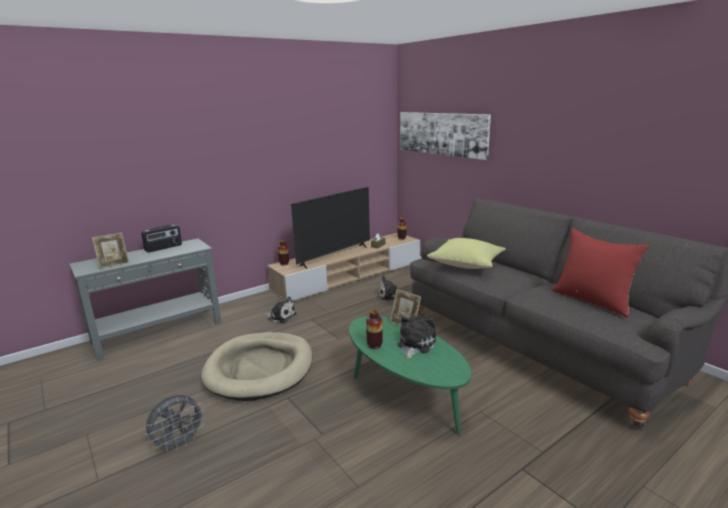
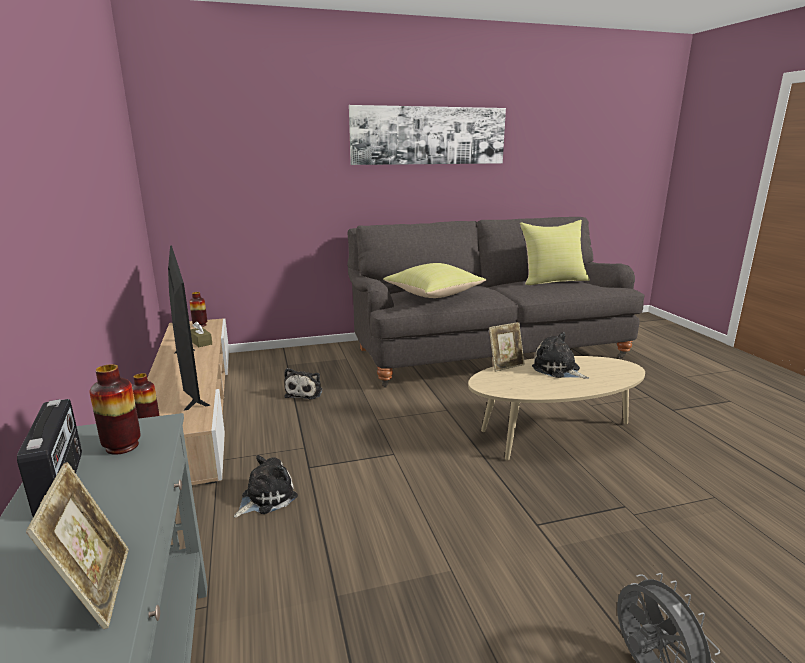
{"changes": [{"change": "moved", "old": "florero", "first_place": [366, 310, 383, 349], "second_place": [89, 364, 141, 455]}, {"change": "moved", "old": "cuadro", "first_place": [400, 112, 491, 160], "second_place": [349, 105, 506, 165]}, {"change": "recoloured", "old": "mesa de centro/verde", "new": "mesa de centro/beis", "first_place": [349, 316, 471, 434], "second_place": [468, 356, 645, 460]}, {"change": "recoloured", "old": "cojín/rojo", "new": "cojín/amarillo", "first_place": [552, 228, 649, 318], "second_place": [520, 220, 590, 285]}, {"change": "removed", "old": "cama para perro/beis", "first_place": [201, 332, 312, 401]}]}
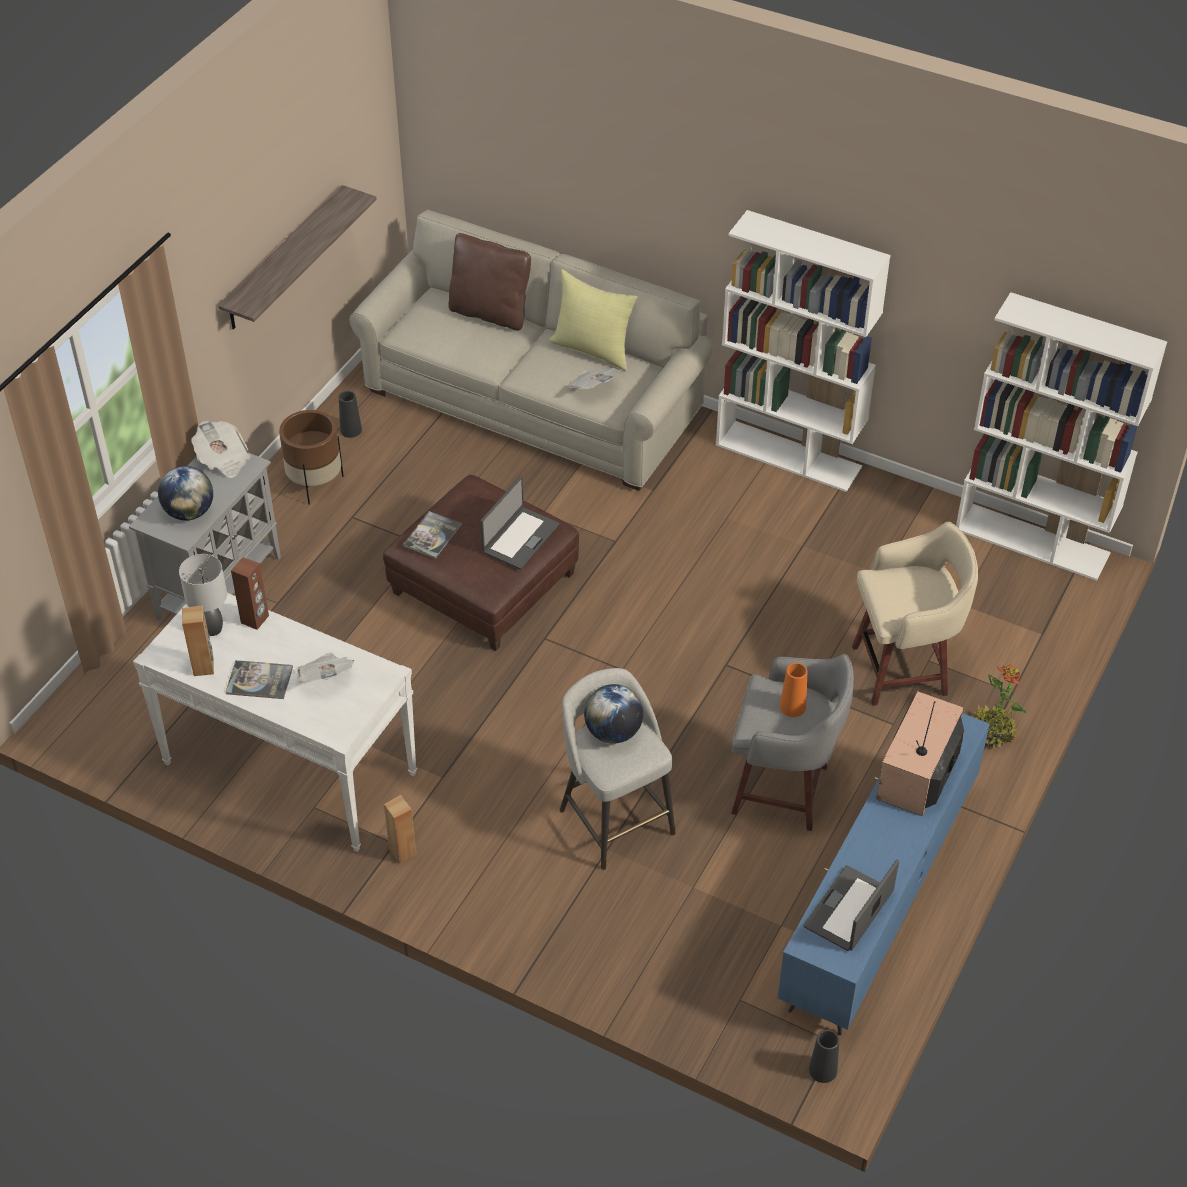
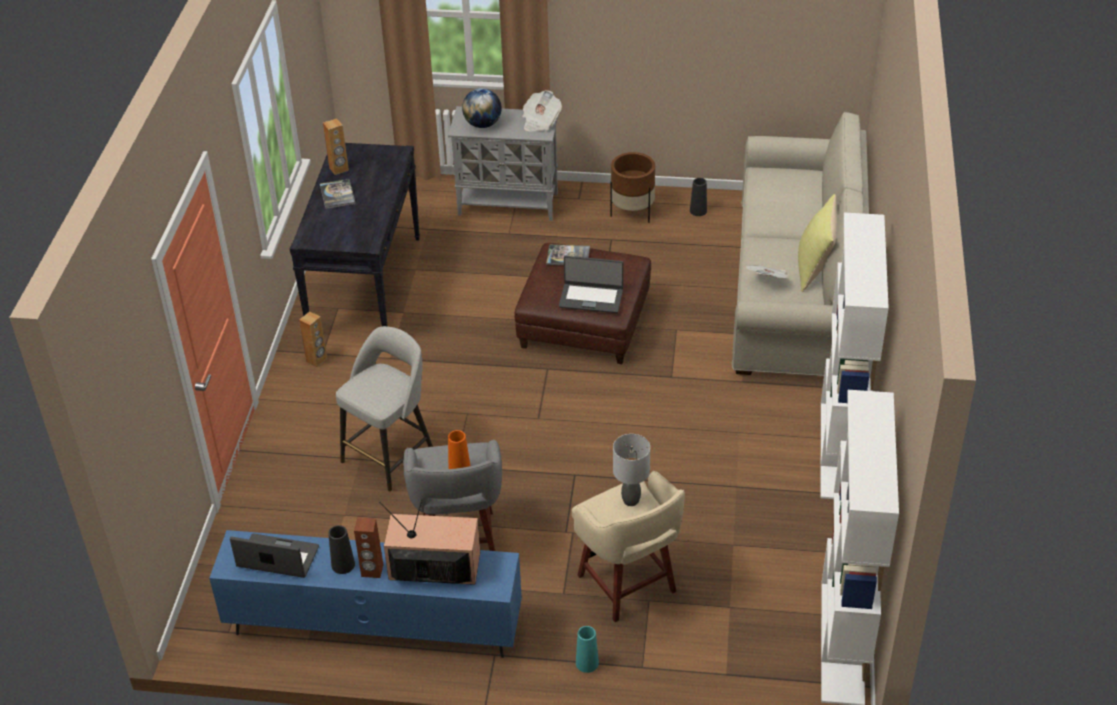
{"changes": [{"change": "recoloured", "old": "mesa consola/blanco", "new": "mesa consola/negro", "first_place": [133, 582, 417, 852], "second_place": [290, 143, 420, 326]}, {"change": "moved", "old": "florero/negro", "first_place": [809, 1030, 839, 1083], "second_place": [328, 525, 355, 574]}, {"change": "moved", "old": "altavoz/marrón", "first_place": [231, 557, 269, 630], "second_place": [354, 517, 383, 578]}, {"change": "replaced", "old": "planta en maceta", "new": "florero/turquesa", "first_place": [974, 664, 1027, 747], "second_place": [576, 626, 599, 673]}, {"change": "moved", "old": "lámpara de mesa/gris", "first_place": [179, 554, 227, 636], "second_place": [613, 434, 650, 506]}, {"change": "removed", "old": "estante", "first_place": [218, 185, 377, 330]}, {"change": "removed", "old": "periódico", "first_place": [296, 653, 354, 682]}, {"change": "removed", "old": "cojín/marrón", "first_place": [449, 233, 531, 330]}, {"change": "removed", "old": "globo terráqueo", "first_place": [584, 684, 643, 744]}]}
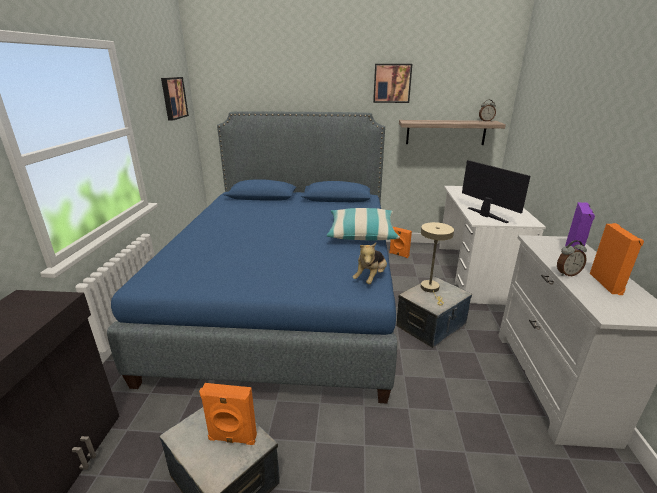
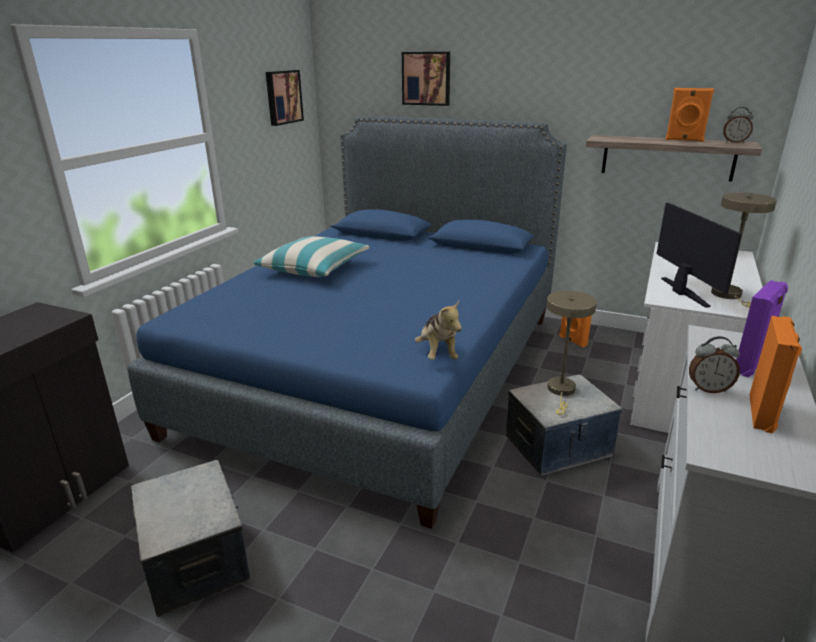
{"changes": [{"change": "moved", "old": "cojín", "first_place": [327, 208, 400, 241], "second_place": [254, 236, 369, 277]}, {"change": "moved", "old": "cuadro", "first_place": [373, 64, 412, 103], "second_place": [402, 52, 450, 106]}, {"change": "turned", "old": "peluche", "first_place": [352, 243, 387, 284], "second_place": [415, 301, 462, 360], "degrees": -60}, {"change": "moved", "old": "altavoz/naranja", "first_place": [199, 383, 257, 445], "second_place": [665, 88, 714, 142]}, {"change": "added", "new": "lámpara de mesa/beis", "second_place": [711, 192, 777, 308]}]}
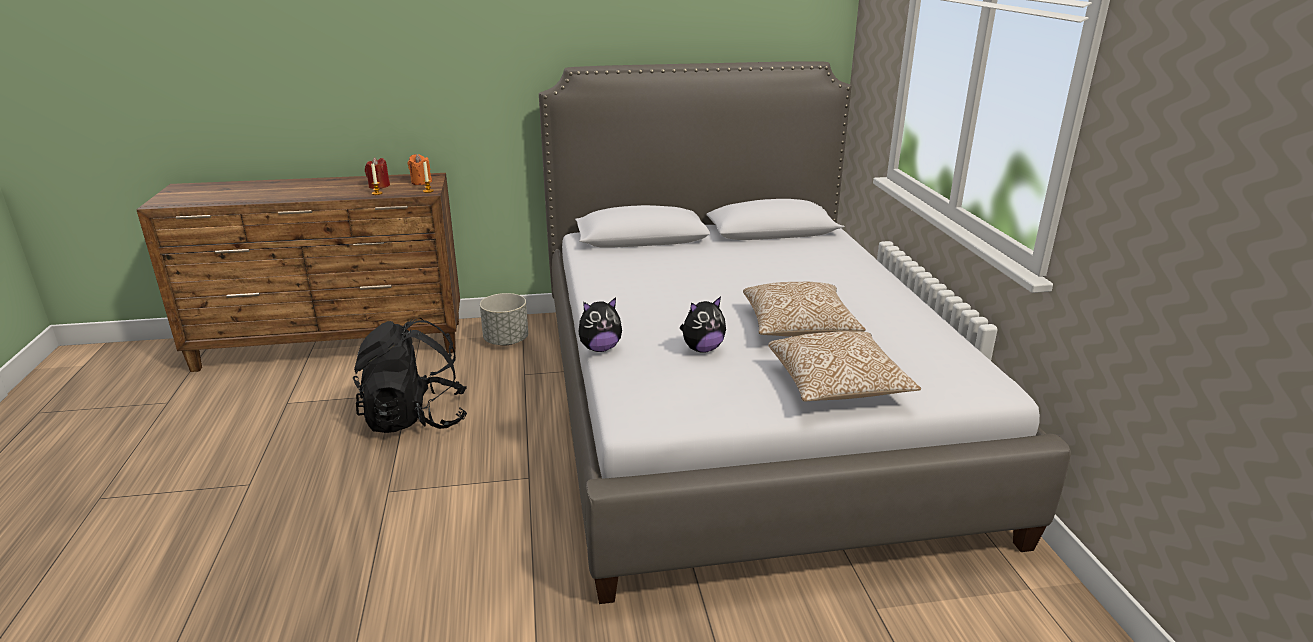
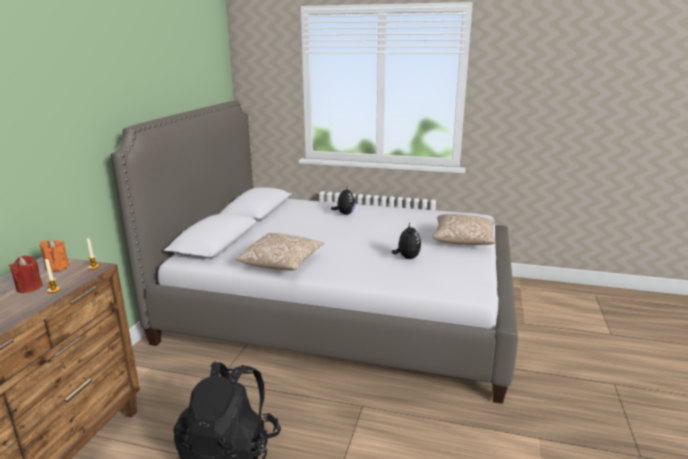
{"changes": [{"change": "moved", "old": "cojín", "first_place": [743, 282, 866, 337], "second_place": [236, 233, 324, 271]}, {"change": "moved", "old": "peluche", "first_place": [579, 297, 622, 352], "second_place": [331, 188, 355, 215]}, {"change": "removed", "old": "maceta/gris", "first_place": [480, 293, 528, 346]}]}
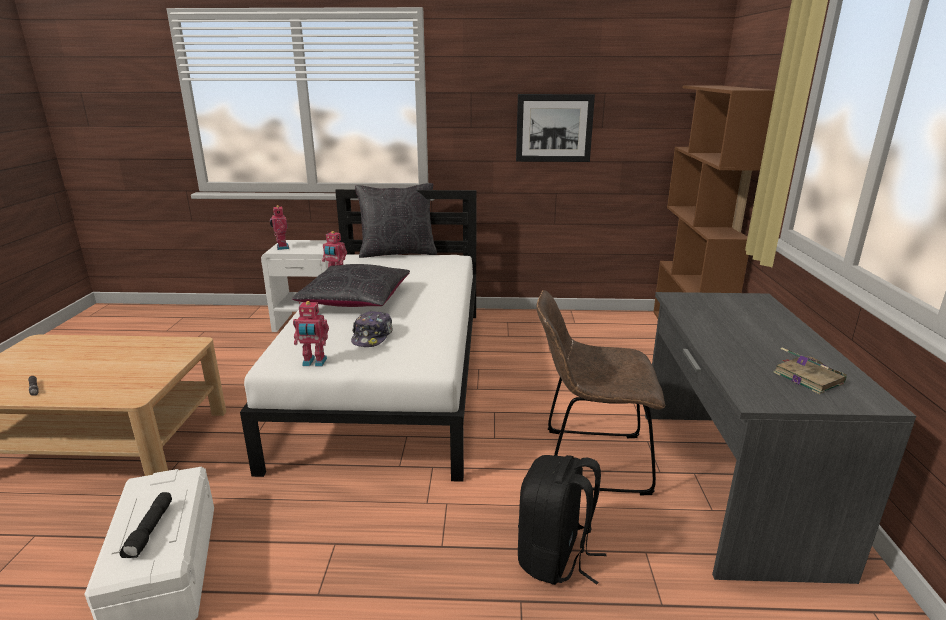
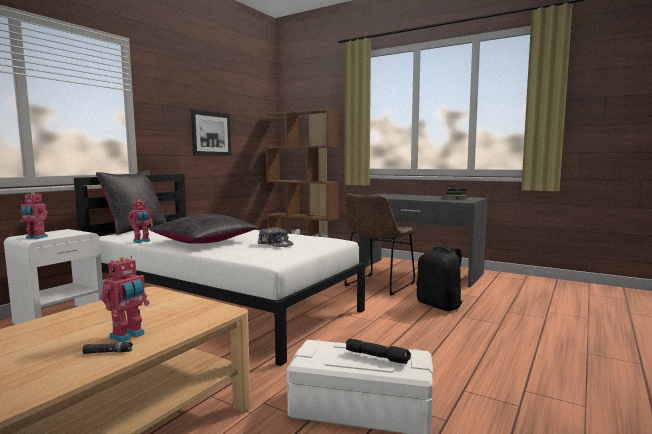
{"changes": [{"change": "moved", "old": "robot de juguete", "first_place": [293, 301, 329, 367], "second_place": [101, 256, 150, 342]}]}
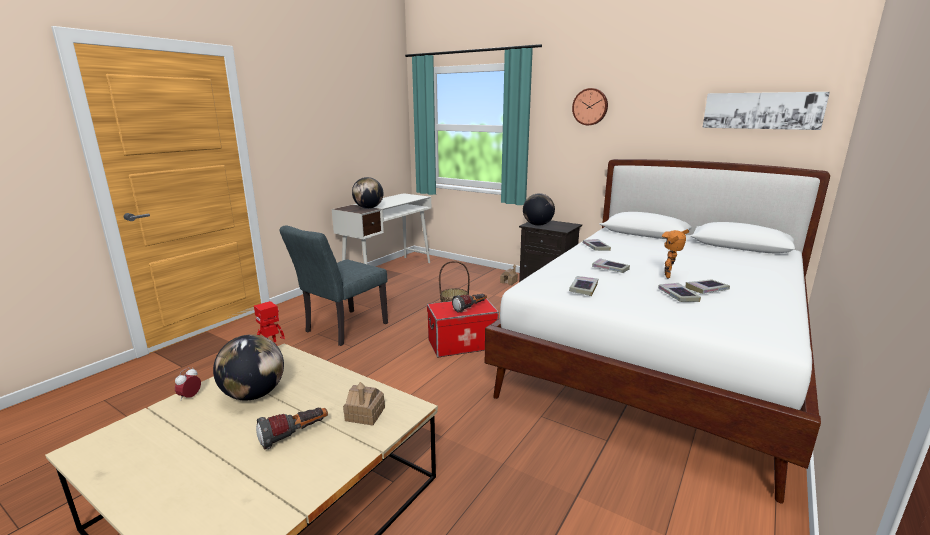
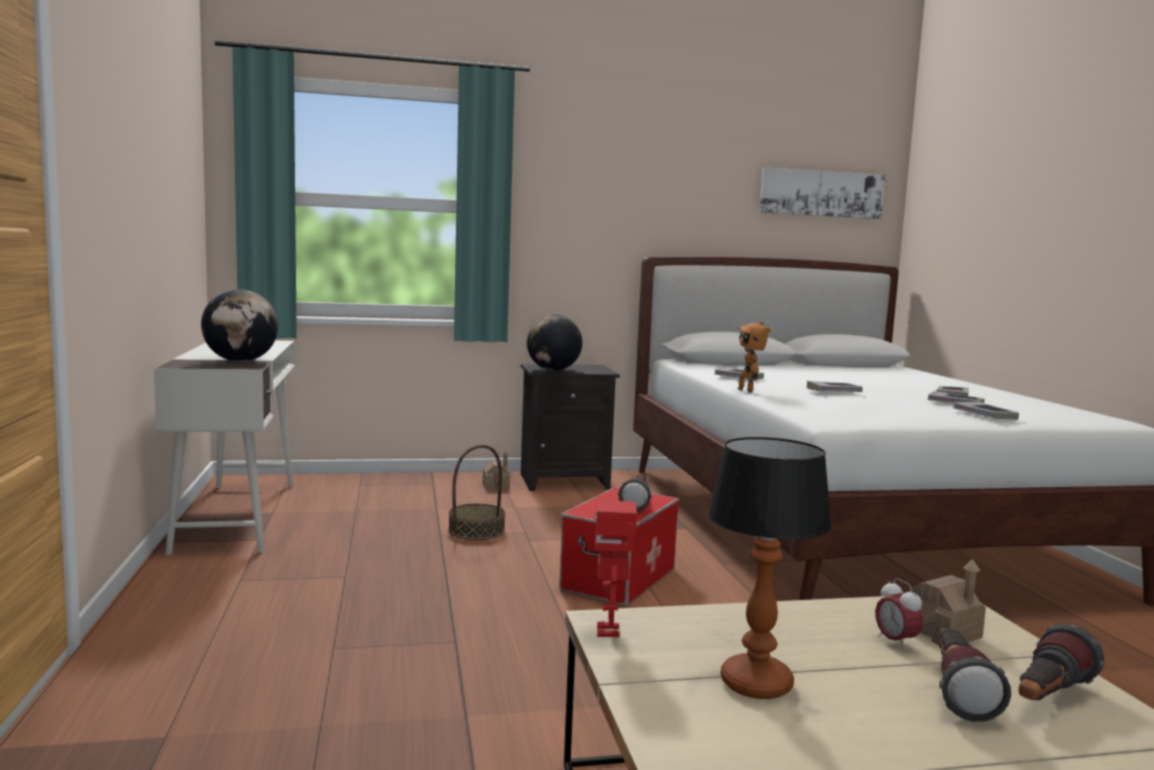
{"changes": [{"change": "replaced", "old": "globo terráqueo", "new": "lámpara de mesa", "first_place": [213, 334, 284, 401], "second_place": [708, 437, 832, 699]}, {"change": "moved", "old": "robot de juguete", "first_place": [661, 229, 689, 279], "second_place": [737, 322, 771, 392]}, {"change": "moved", "old": "despertador", "first_place": [175, 367, 201, 401], "second_place": [875, 578, 923, 650]}, {"change": "moved", "old": "libro", "first_place": [569, 276, 598, 296], "second_place": [954, 401, 1019, 420]}, {"change": "added", "new": "linterna", "second_place": [1019, 623, 1104, 700]}, {"change": "removed", "old": "silla/gris", "first_place": [280, 225, 388, 346]}, {"change": "removed", "old": "reloj de pared", "first_place": [572, 88, 608, 125]}]}
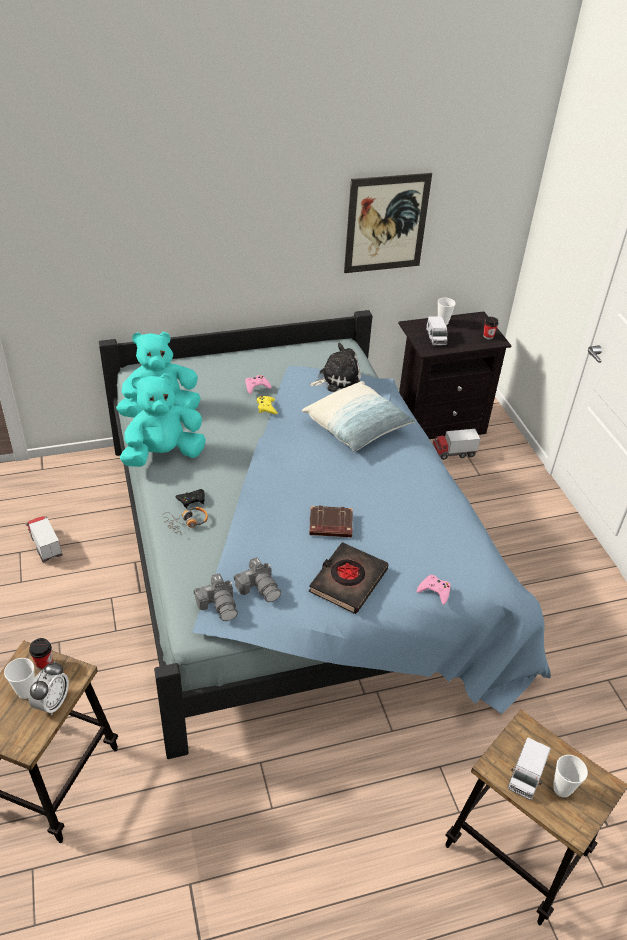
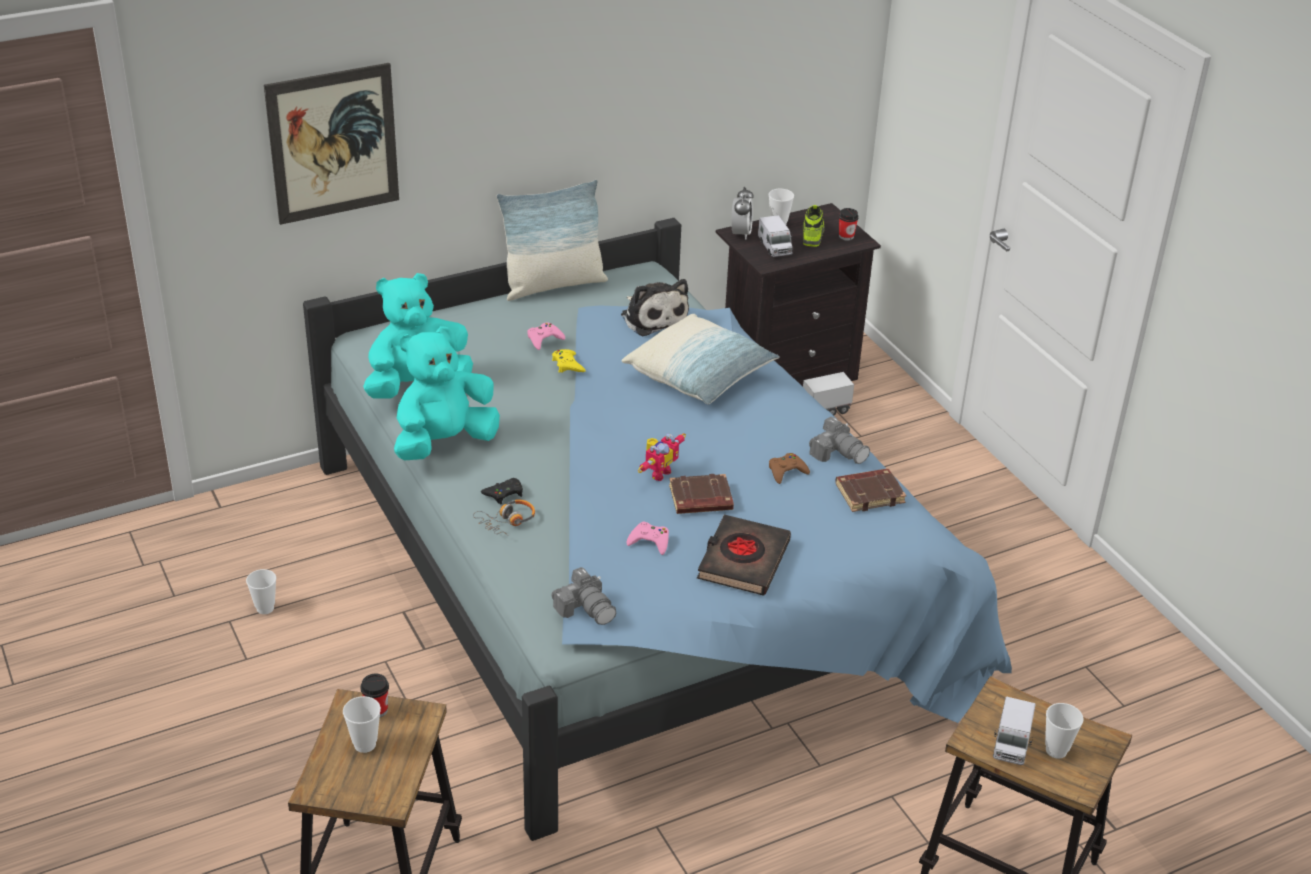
{"changes": [{"change": "replaced", "old": "camión de juguete", "new": "taza", "first_place": [26, 516, 62, 563], "second_place": [246, 569, 276, 614]}, {"change": "moved", "old": "cuadro", "first_place": [344, 173, 432, 273], "second_place": [264, 63, 399, 225]}, {"change": "added", "new": "cojín", "second_place": [496, 180, 608, 301]}, {"change": "turned", "old": "peluche", "first_place": [309, 343, 361, 392], "second_place": [621, 279, 689, 336], "degrees": 90}, {"change": "moved", "old": "mando de consola/rosa", "first_place": [417, 575, 451, 605], "second_place": [626, 521, 669, 555]}, {"change": "added", "new": "robot de juguete", "second_place": [638, 433, 686, 481]}, {"change": "moved", "old": "despertador", "first_place": [29, 661, 69, 715], "second_place": [731, 187, 754, 240]}, {"change": "added", "new": "mando de consola/marrón", "second_place": [769, 453, 810, 484]}, {"change": "added", "new": "zapato", "second_place": [803, 205, 825, 247]}, {"change": "moved", "old": "cámara", "first_place": [234, 557, 281, 602], "second_place": [809, 417, 870, 464]}, {"change": "added", "new": "libro/marrón", "second_place": [835, 468, 906, 512]}]}
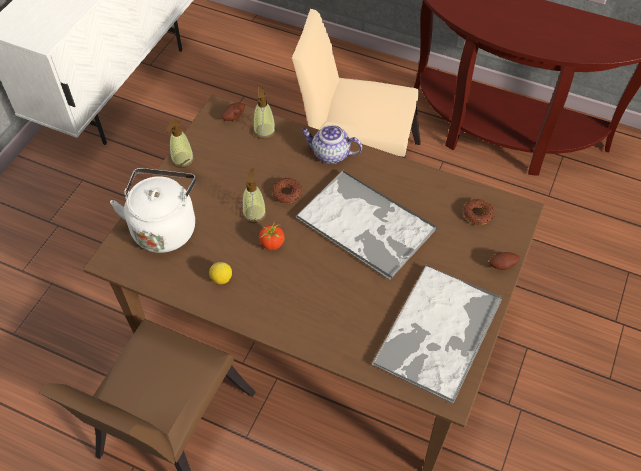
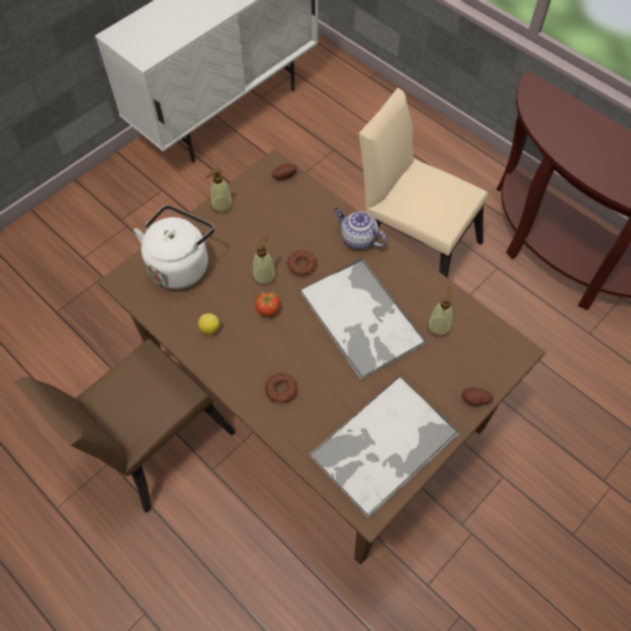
{"changes": [{"change": "moved", "old": "rosquilla", "first_place": [463, 199, 495, 225], "second_place": [265, 373, 297, 403]}, {"change": "moved", "old": "dispensador de jabón", "first_place": [253, 86, 276, 139], "second_place": [427, 286, 453, 337]}]}
